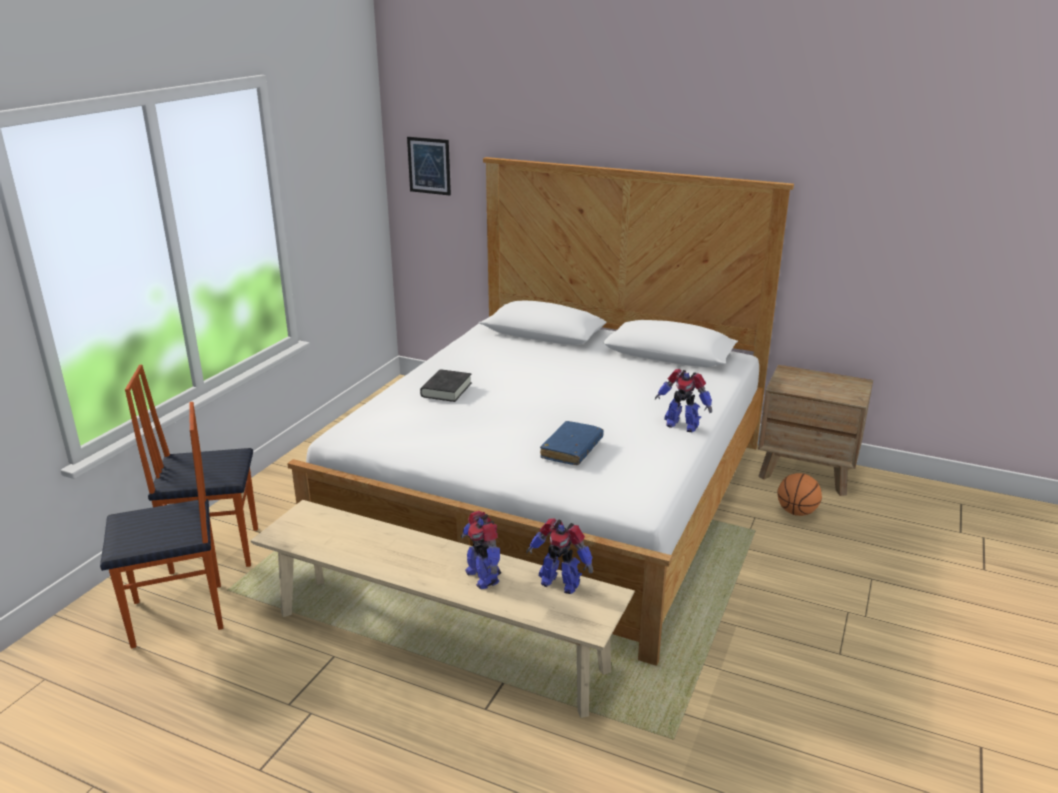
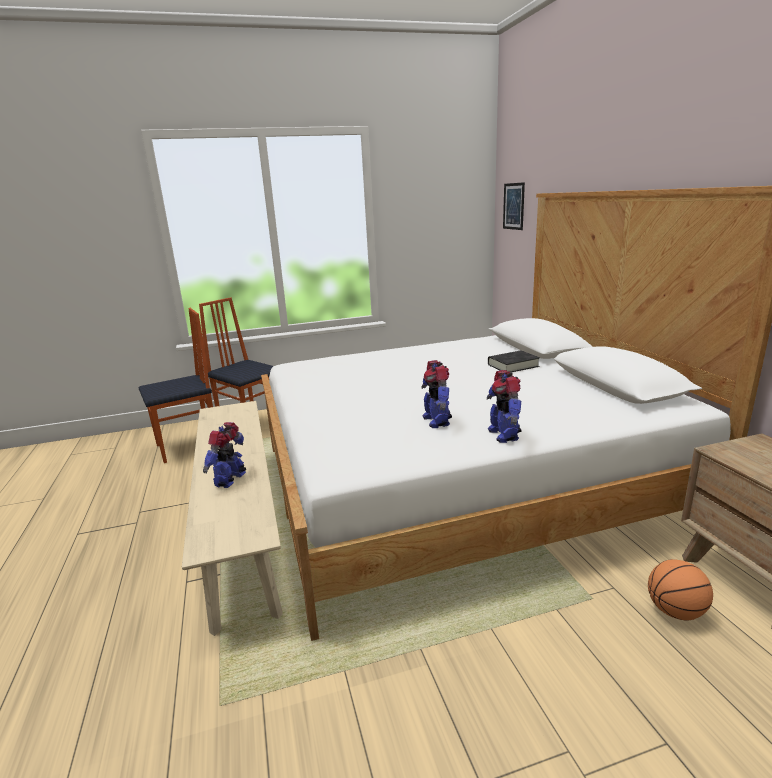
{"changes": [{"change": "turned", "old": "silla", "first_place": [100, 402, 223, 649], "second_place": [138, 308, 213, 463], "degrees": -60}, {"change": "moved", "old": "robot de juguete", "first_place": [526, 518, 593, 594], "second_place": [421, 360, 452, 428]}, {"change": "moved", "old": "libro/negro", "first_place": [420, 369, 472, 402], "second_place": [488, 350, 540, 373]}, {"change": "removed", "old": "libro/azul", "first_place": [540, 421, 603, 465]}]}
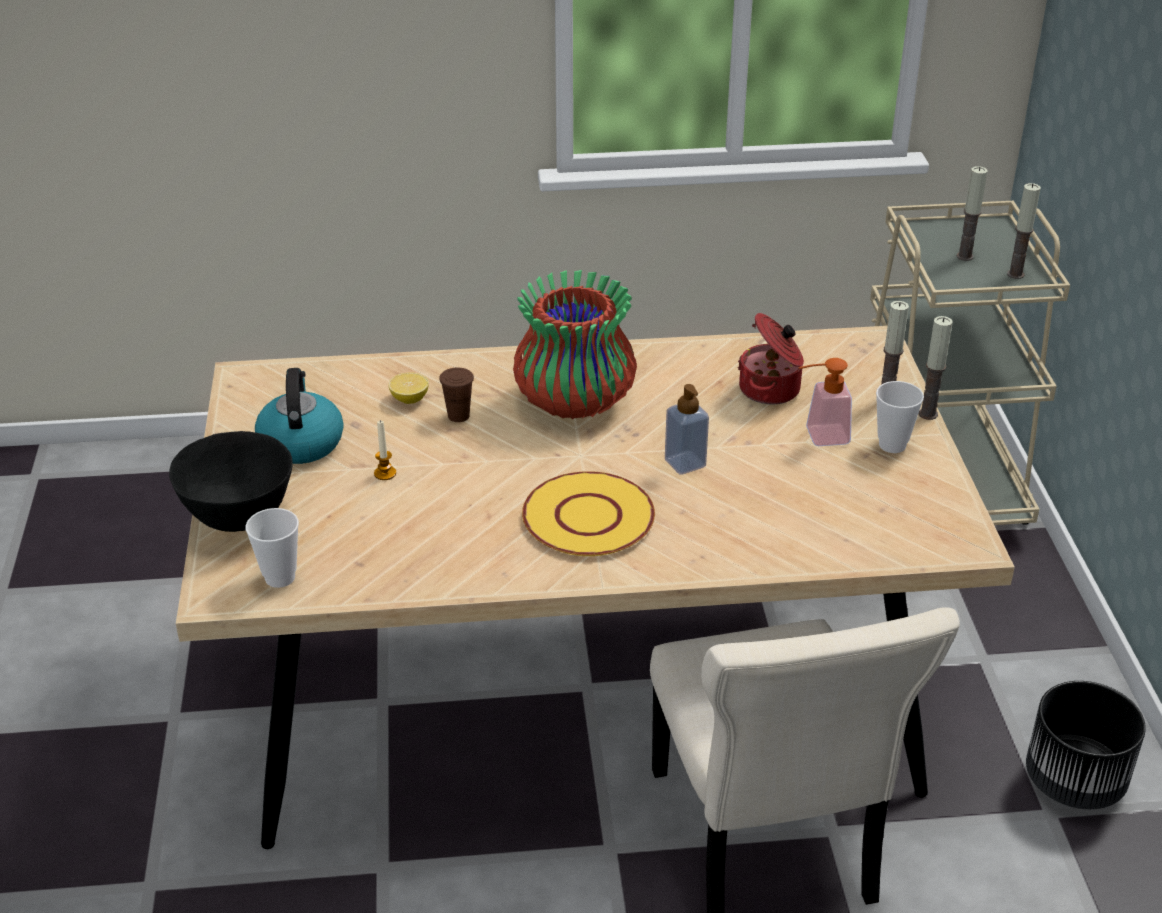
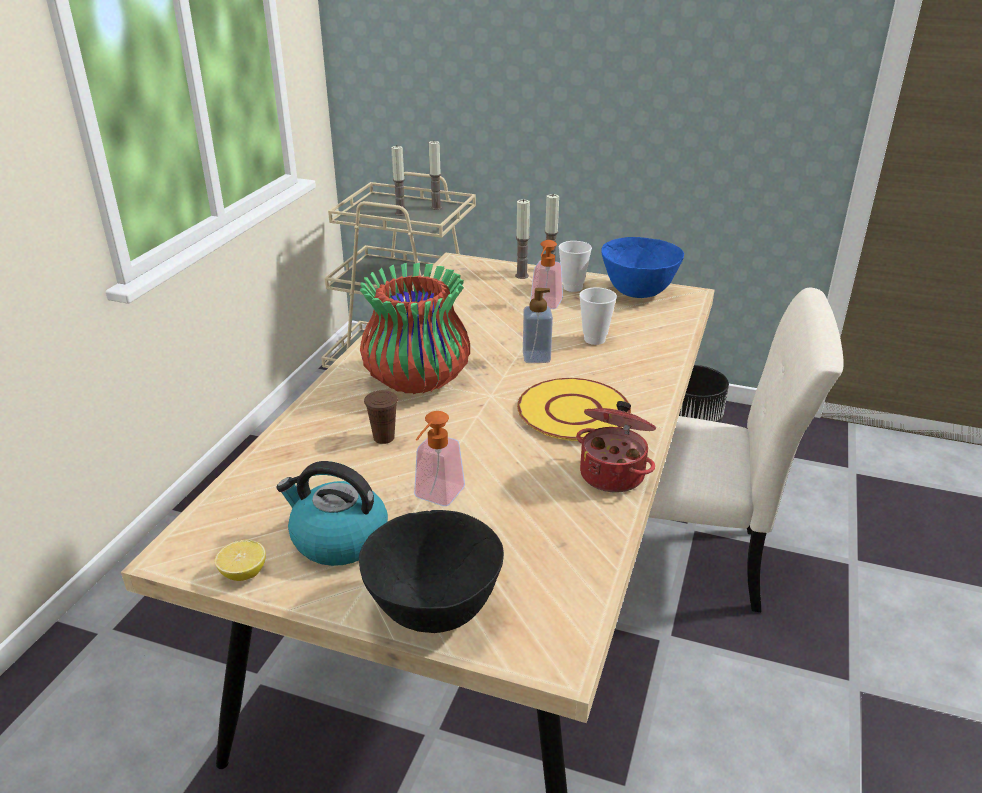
{"changes": [{"change": "moved", "old": "limón", "first_place": [388, 373, 429, 404], "second_place": [215, 540, 266, 581]}, {"change": "replaced", "old": "vela", "new": "dispensador de jabón", "first_place": [374, 421, 396, 480], "second_place": [414, 411, 465, 506]}, {"change": "moved", "old": "olla", "first_place": [738, 313, 804, 404], "second_place": [576, 401, 656, 492]}, {"change": "moved", "old": "taza", "first_place": [246, 508, 299, 588], "second_place": [579, 288, 617, 345]}, {"change": "added", "new": "cuenco/azul", "second_place": [601, 237, 684, 298]}]}
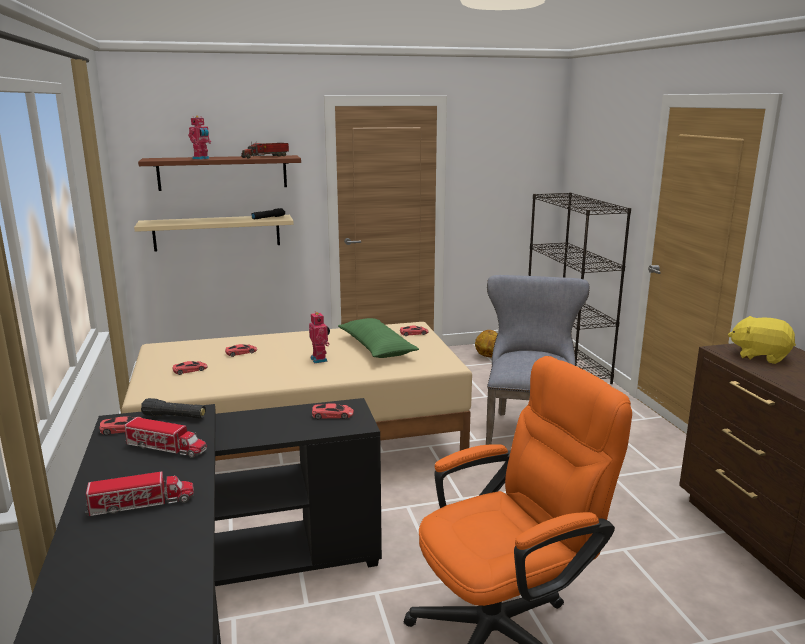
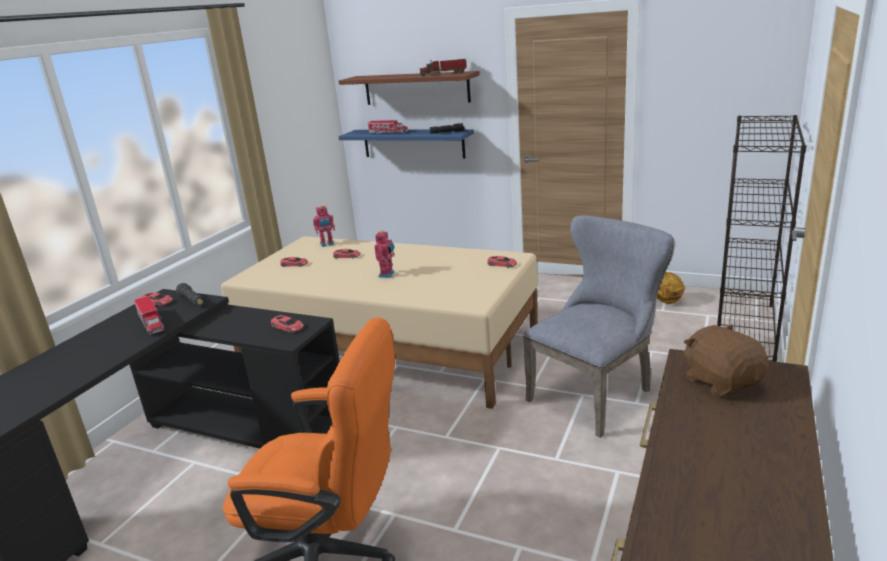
{"changes": [{"change": "moved", "old": "robot de juguete", "first_place": [188, 116, 211, 160], "second_place": [313, 206, 335, 247]}, {"change": "recoloured", "old": "estante/beis", "new": "estante/azul", "first_place": [134, 215, 294, 252], "second_place": [338, 129, 474, 158]}, {"change": "moved", "old": "camión de juguete", "first_place": [85, 471, 194, 516], "second_place": [368, 120, 408, 134]}, {"change": "recoloured", "old": "peluche/amarillo", "new": "peluche/marrón", "first_place": [728, 316, 796, 364], "second_place": [684, 324, 769, 397]}, {"change": "removed", "old": "cojín/verde", "first_place": [338, 318, 419, 358]}]}
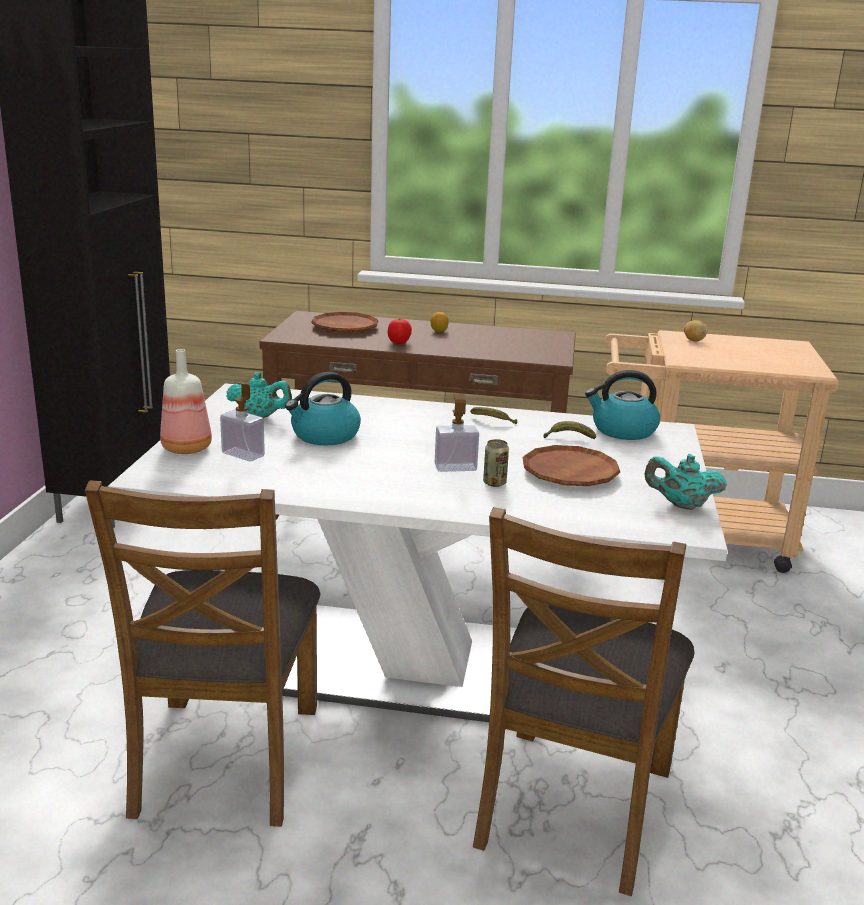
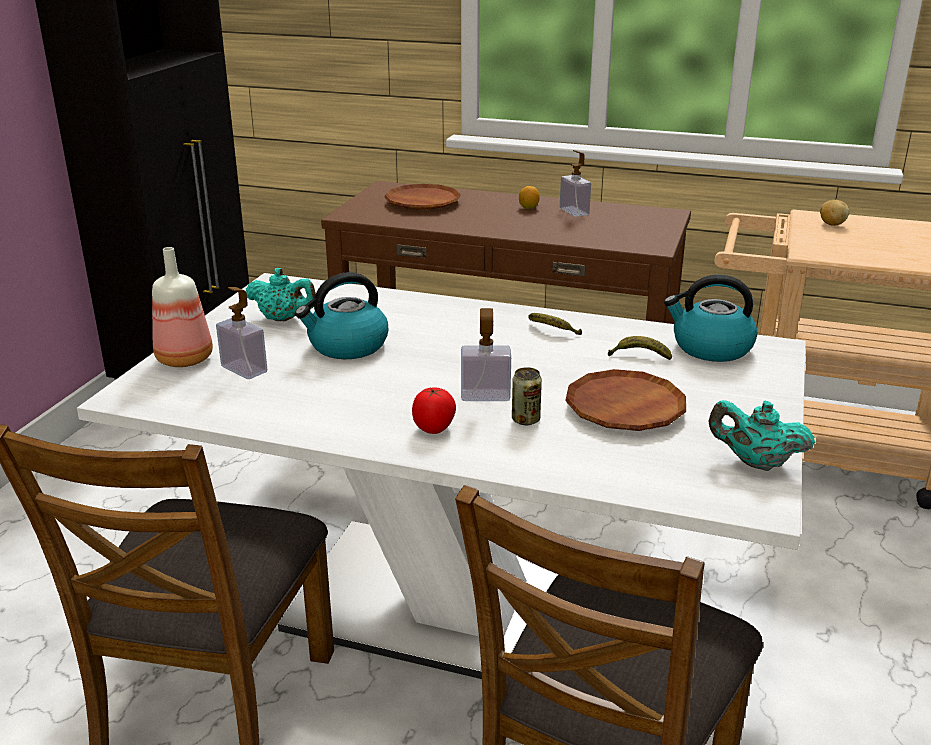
{"changes": [{"change": "moved", "old": "tomate", "first_place": [388, 318, 412, 344], "second_place": [412, 387, 456, 434]}, {"change": "added", "new": "dispensador de jabón", "second_place": [560, 150, 591, 217]}]}
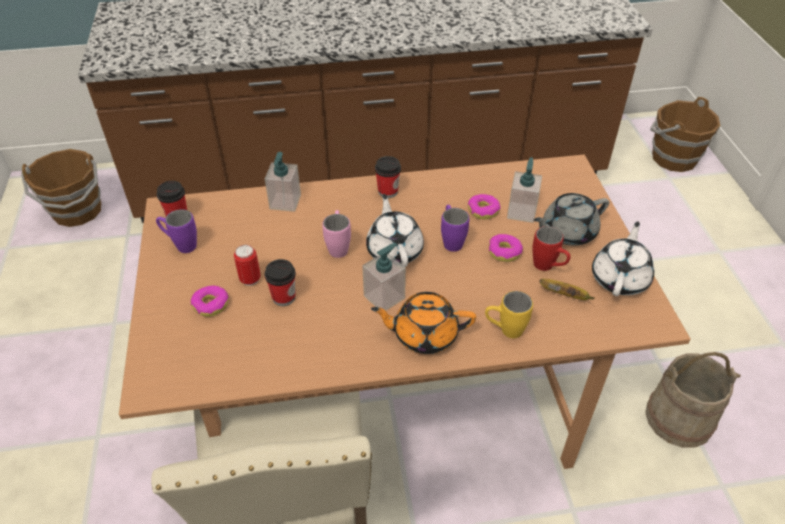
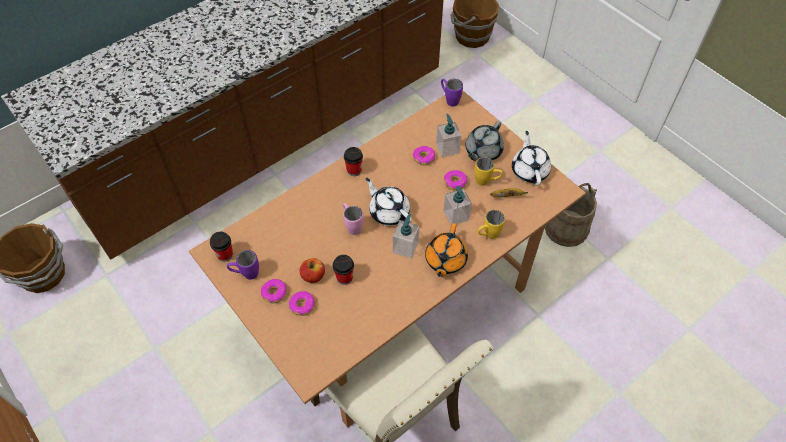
{"changes": [{"change": "added", "new": "rosquilla", "second_place": [261, 279, 287, 303]}, {"change": "replaced", "old": "lata", "new": "manzana", "first_place": [234, 245, 261, 286], "second_place": [299, 258, 325, 283]}, {"change": "turned", "old": "tetera/naranja", "first_place": [371, 292, 476, 354], "second_place": [425, 223, 468, 277], "degrees": -45}, {"change": "moved", "old": "taza grande/morado", "first_place": [441, 205, 469, 252], "second_place": [441, 79, 463, 107]}, {"change": "moved", "old": "dispensador de jabón", "first_place": [265, 152, 301, 212], "second_place": [443, 186, 472, 225]}, {"change": "recoloured", "old": "taza grande/rojo", "new": "taza grande/amarillo", "first_place": [532, 226, 571, 271], "second_place": [474, 157, 503, 186]}]}
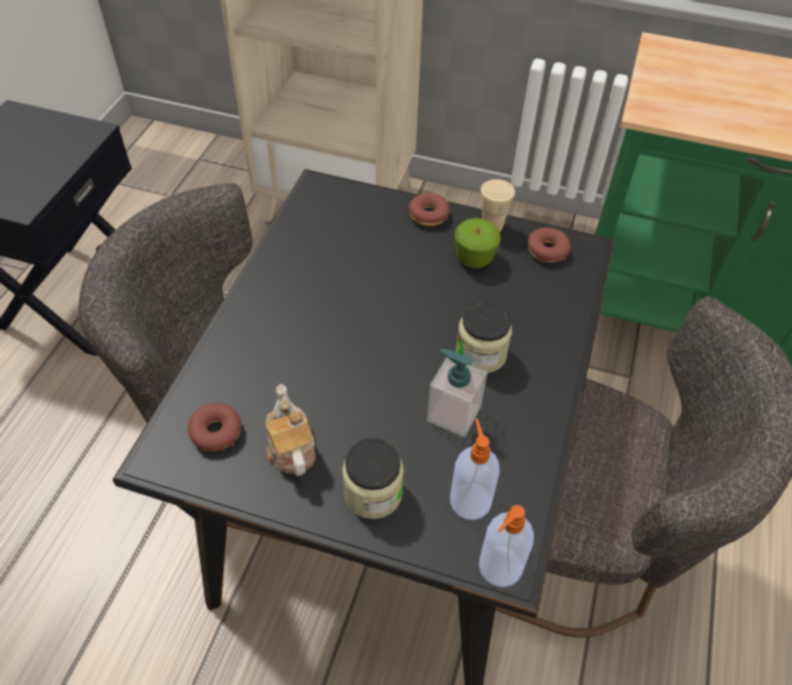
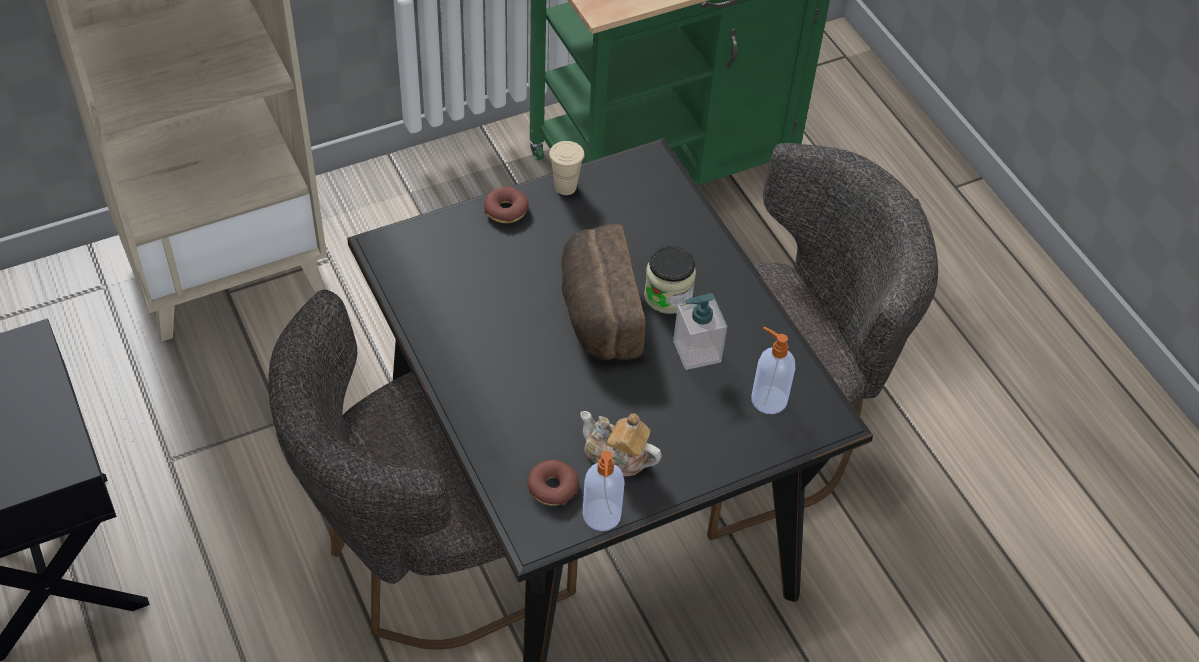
{"changes": [{"change": "added", "new": "pan", "second_place": [561, 224, 646, 360]}, {"change": "moved", "old": "dispensador de jabón", "first_place": [479, 505, 534, 587], "second_place": [583, 451, 625, 531]}, {"change": "removed", "old": "tarro", "first_place": [342, 438, 404, 519]}, {"change": "removed", "old": "manzana", "first_place": [455, 218, 500, 268]}, {"change": "removed", "old": "rosquilla", "first_place": [527, 228, 570, 263]}]}
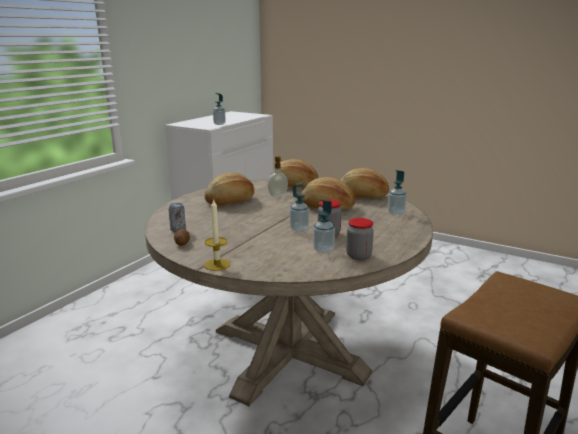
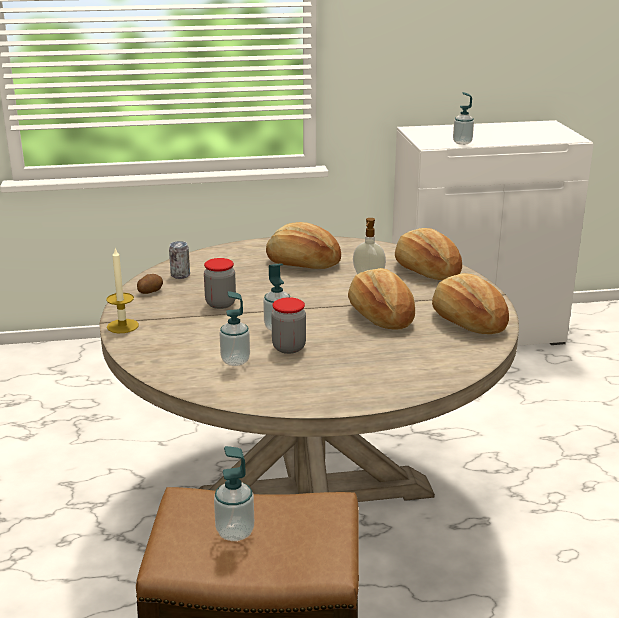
{"changes": [{"change": "moved", "old": "tarro", "first_place": [346, 218, 374, 260], "second_place": [204, 258, 236, 309]}, {"change": "moved", "old": "dispensador de jabón", "first_place": [388, 170, 407, 215], "second_place": [214, 446, 254, 541]}]}
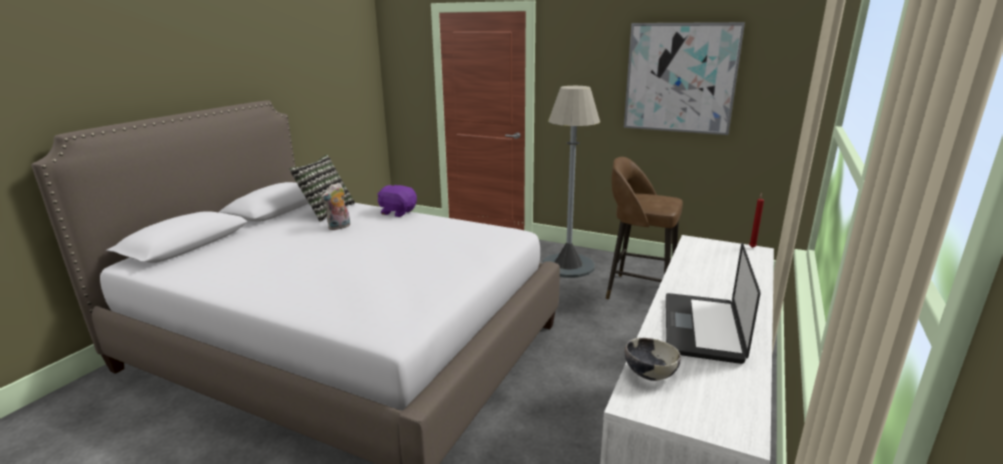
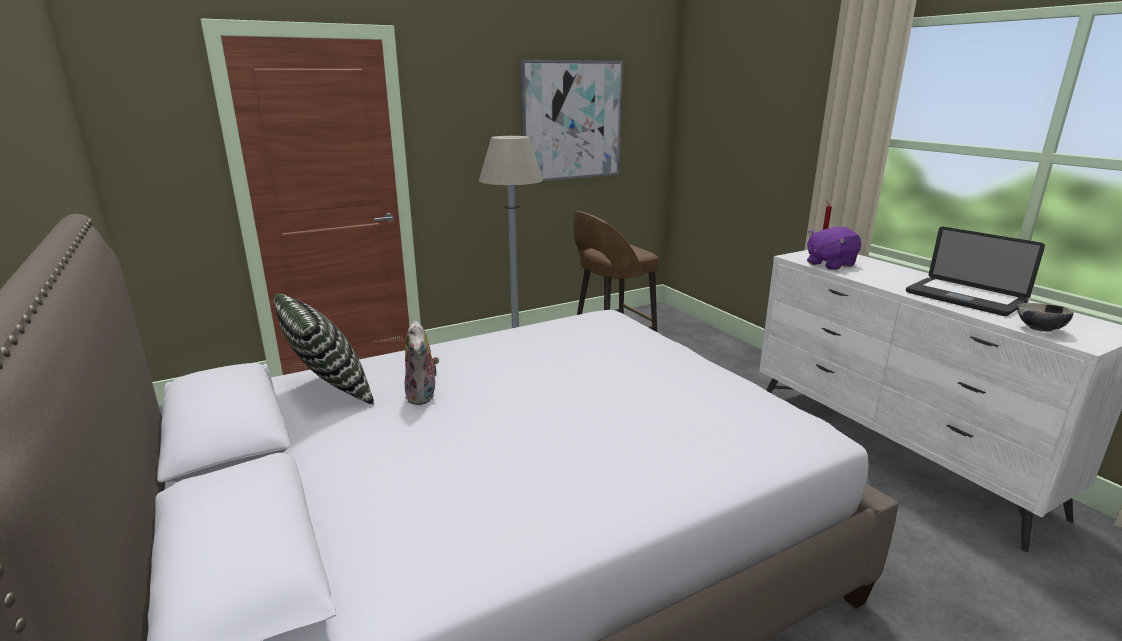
{"changes": [{"change": "moved", "old": "peluche/morado", "first_place": [377, 185, 417, 217], "second_place": [807, 227, 861, 270]}]}
